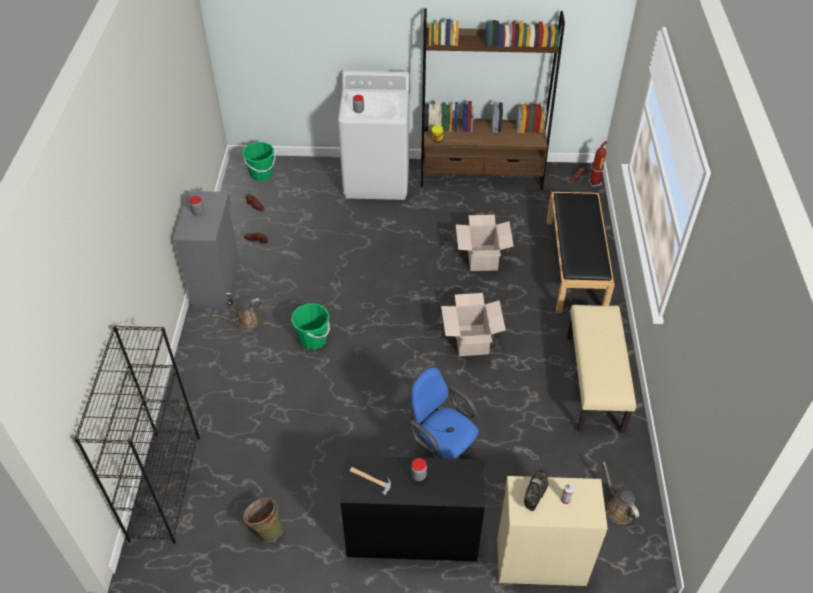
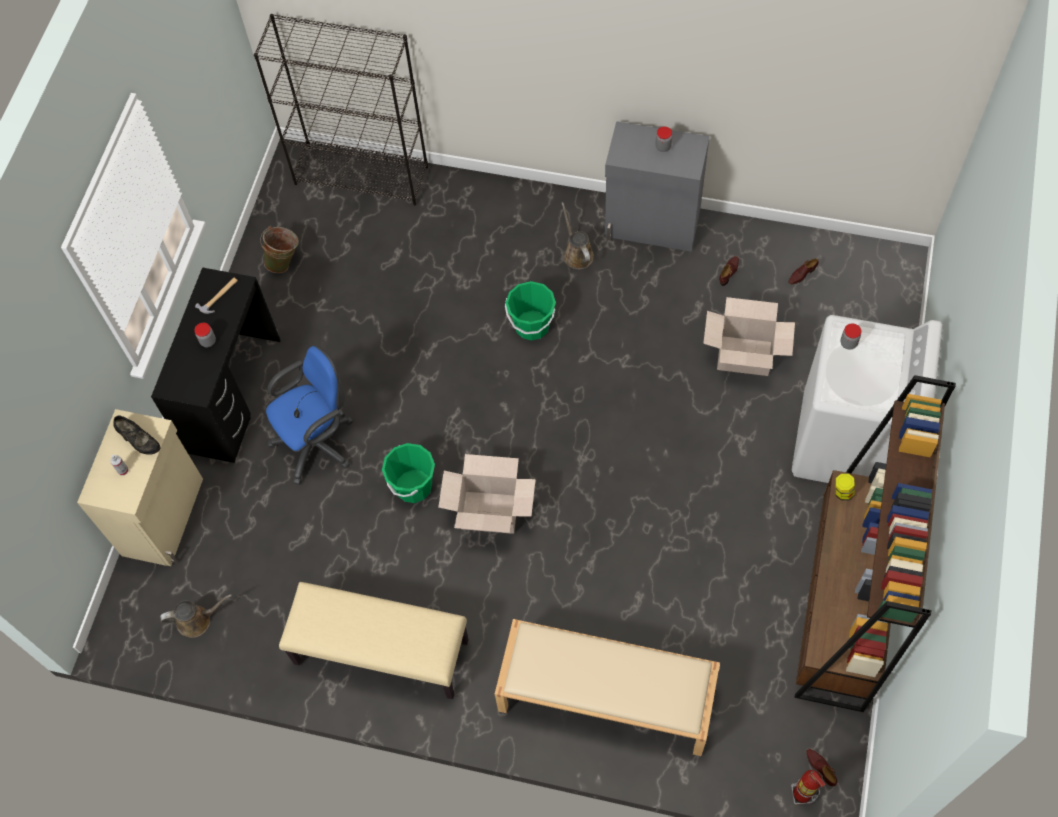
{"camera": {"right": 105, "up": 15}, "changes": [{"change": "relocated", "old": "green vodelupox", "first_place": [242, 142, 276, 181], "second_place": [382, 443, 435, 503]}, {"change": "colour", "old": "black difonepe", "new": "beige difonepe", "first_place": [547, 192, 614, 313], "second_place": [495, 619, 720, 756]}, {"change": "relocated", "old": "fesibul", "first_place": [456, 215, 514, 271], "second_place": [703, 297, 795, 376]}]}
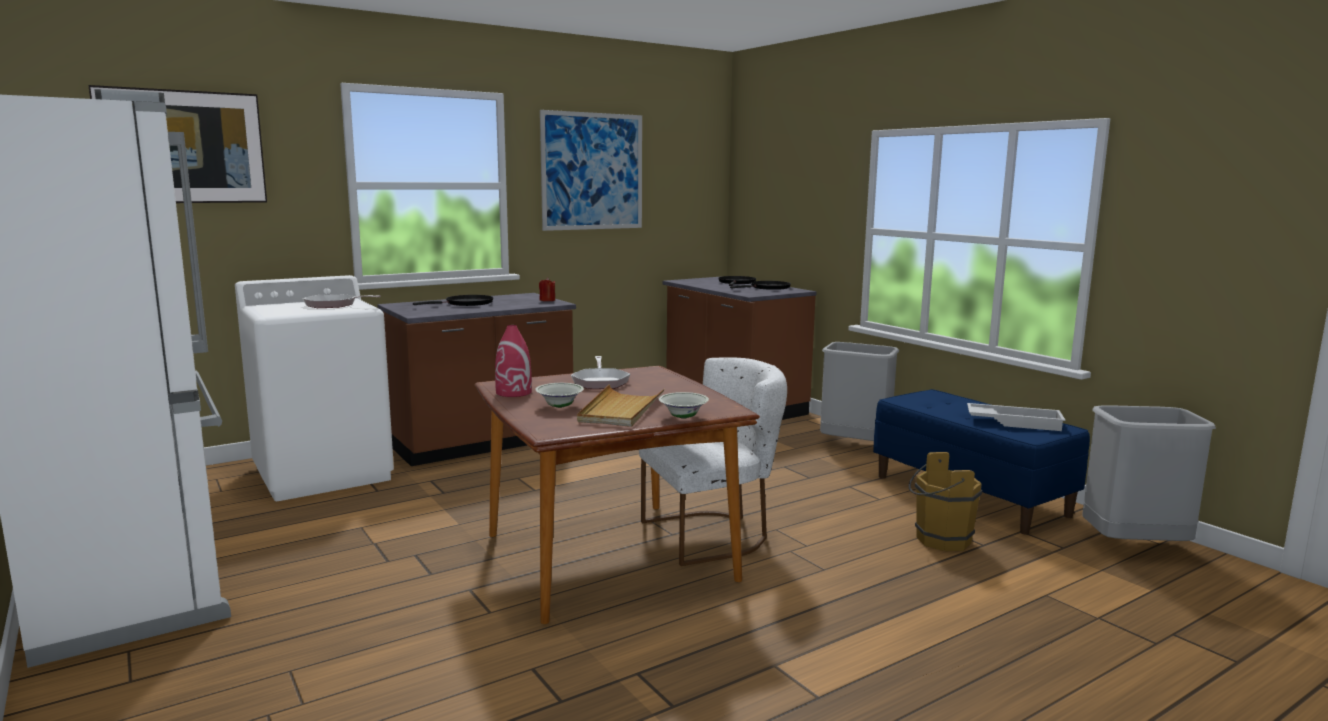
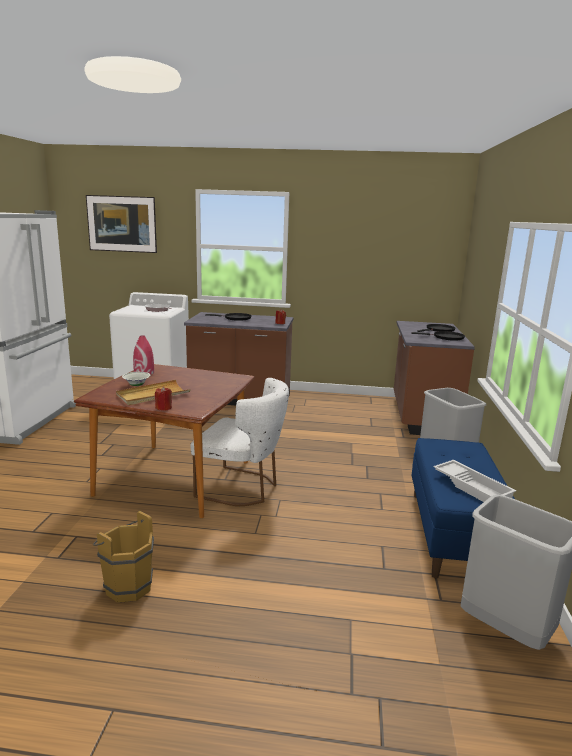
{"camera": {"right": 40, "up": 5}, "changes": [{"change": "missing", "old": "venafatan", "first_place": [540, 110, 642, 231]}, {"change": "missing", "old": "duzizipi", "first_place": [571, 356, 630, 389]}, {"change": "exchanged", "old": "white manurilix", "new": "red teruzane", "first_place": [659, 392, 709, 419], "second_place": [155, 386, 172, 411]}, {"change": "relocated", "old": "brown vodelupox", "first_place": [909, 452, 982, 551], "second_place": [93, 511, 154, 603]}]}
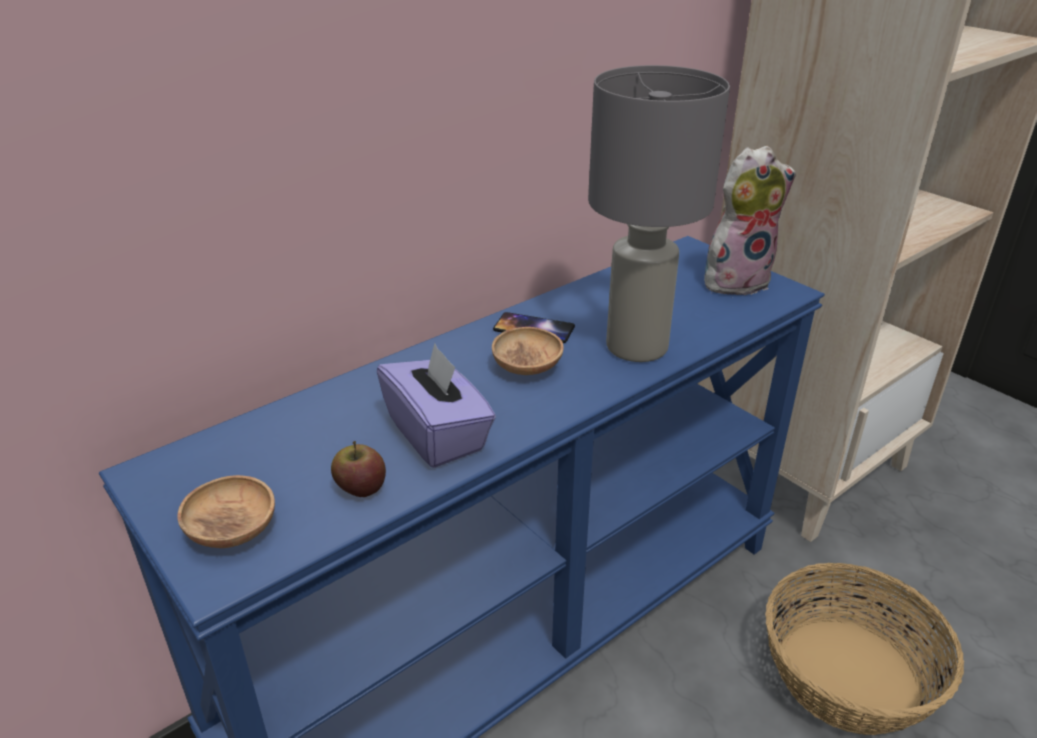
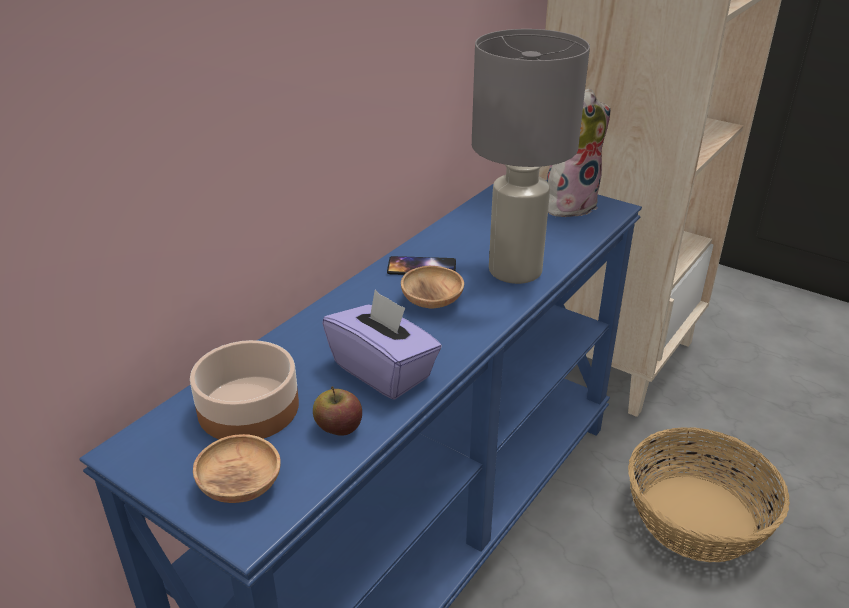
{"camera": {"right": -15, "up": 0}, "changes": [{"change": "appeared", "new": "manurilix", "second_place": [190, 340, 299, 439]}]}
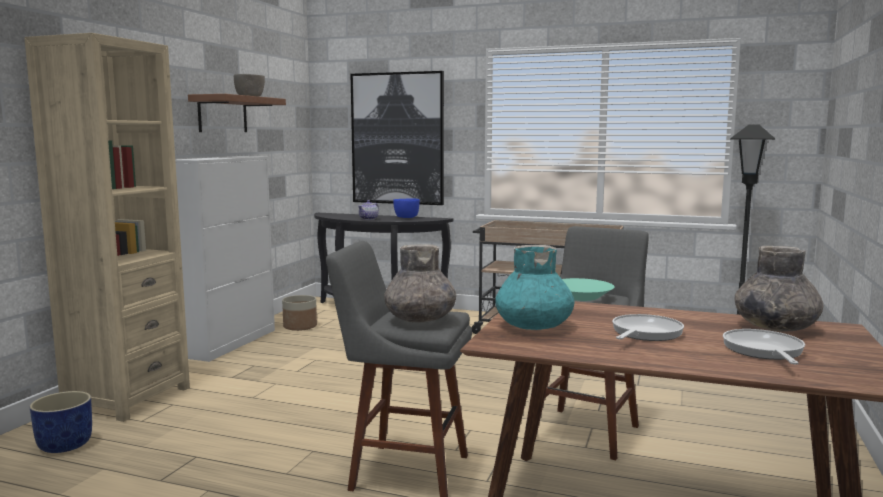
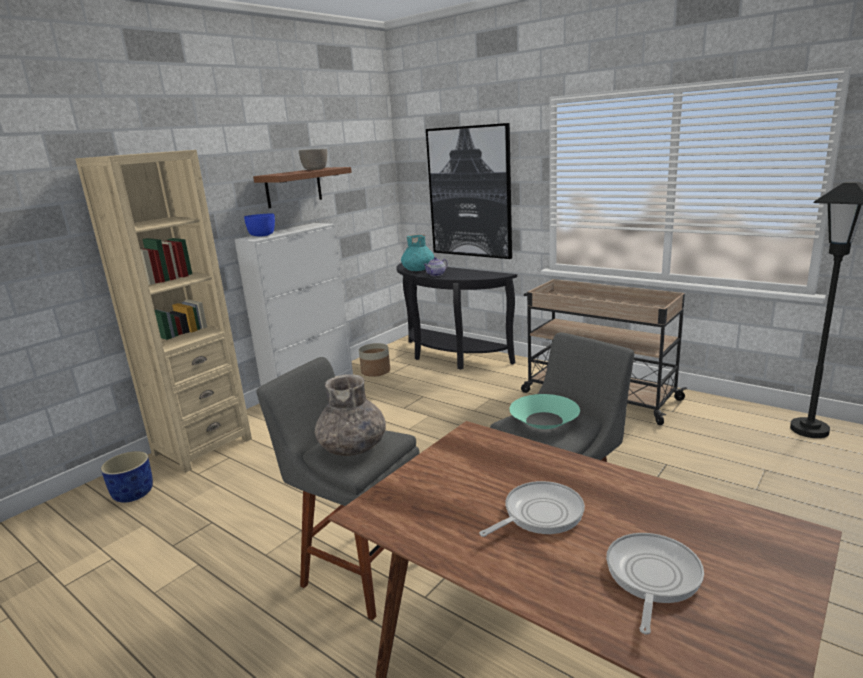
{"camera": {"right": 20, "up": 10}, "changes": [{"change": "relocated", "old": "blue manurilix", "first_place": [393, 199, 420, 218], "second_place": [244, 214, 275, 236]}, {"change": "relocated", "old": "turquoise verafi", "first_place": [495, 245, 575, 330], "second_place": [401, 234, 434, 271]}, {"change": "missing", "old": "grey verafi", "first_place": [734, 246, 823, 332]}]}
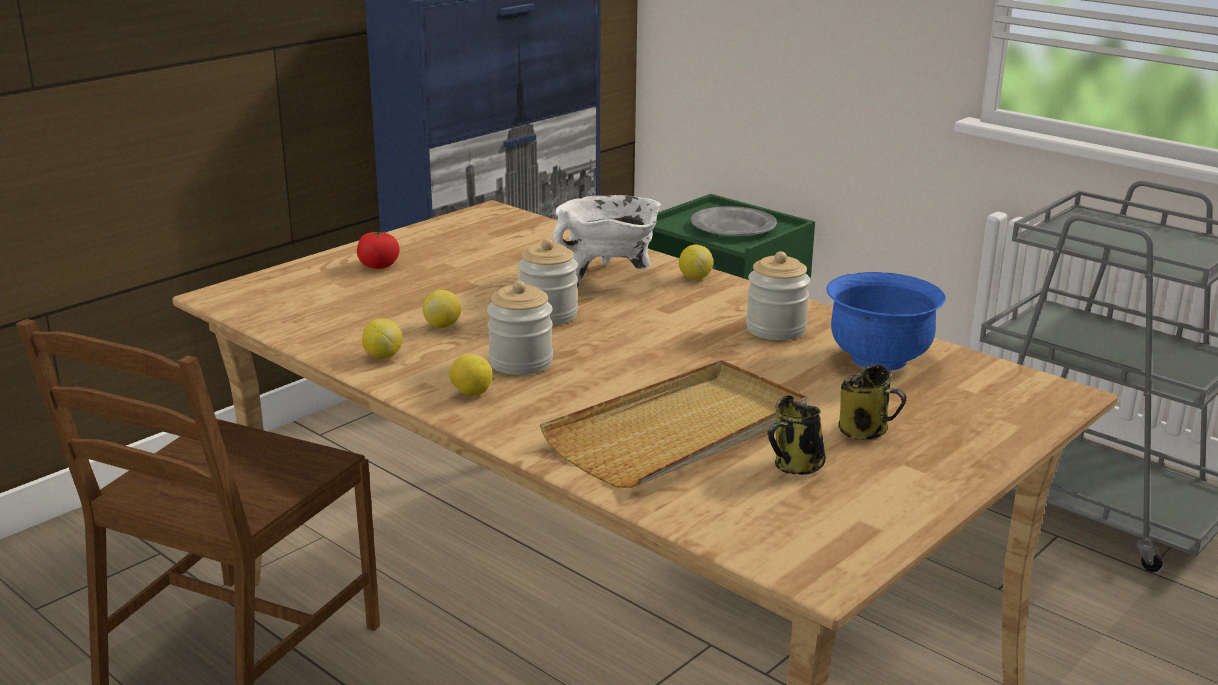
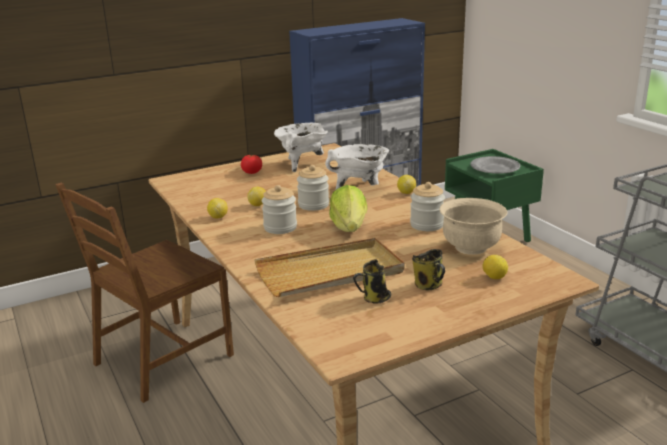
{"camera": {"right": 20, "up": 0}, "changes": [{"change": "colour", "old": "blue manurilix", "new": "beige manurilix", "first_place": [826, 272, 946, 371], "second_place": [440, 198, 508, 255]}, {"change": "relocated", "old": "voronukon", "first_place": [449, 354, 493, 396], "second_place": [483, 255, 508, 279]}, {"change": "appeared", "new": "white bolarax", "second_place": [274, 123, 328, 172]}, {"change": "appeared", "new": "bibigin", "second_place": [329, 185, 367, 232]}]}
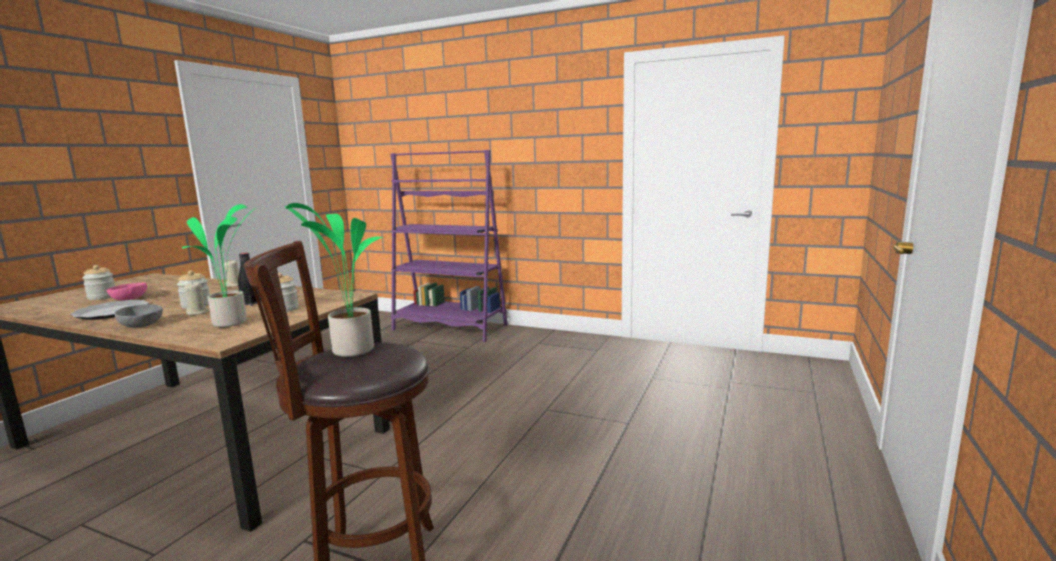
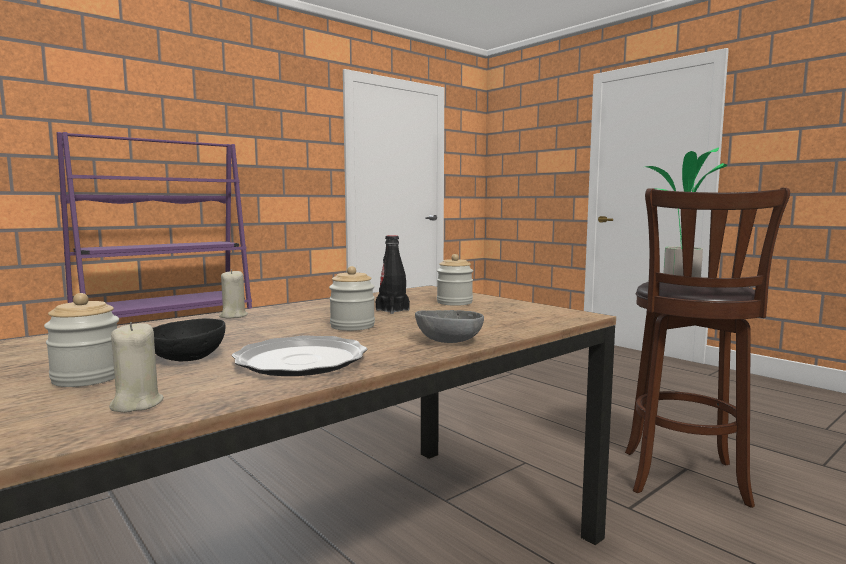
{"camera": {"right": -65, "up": -5}, "changes": [{"change": "missing", "old": "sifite", "first_place": [182, 204, 256, 327]}, {"change": "colour", "old": "pink manurilix", "new": "black manurilix", "first_place": [107, 282, 147, 301], "second_place": [153, 318, 226, 361]}, {"change": "relocated", "old": "beige teruzane", "first_place": [184, 282, 209, 315], "second_place": [109, 322, 164, 413]}]}
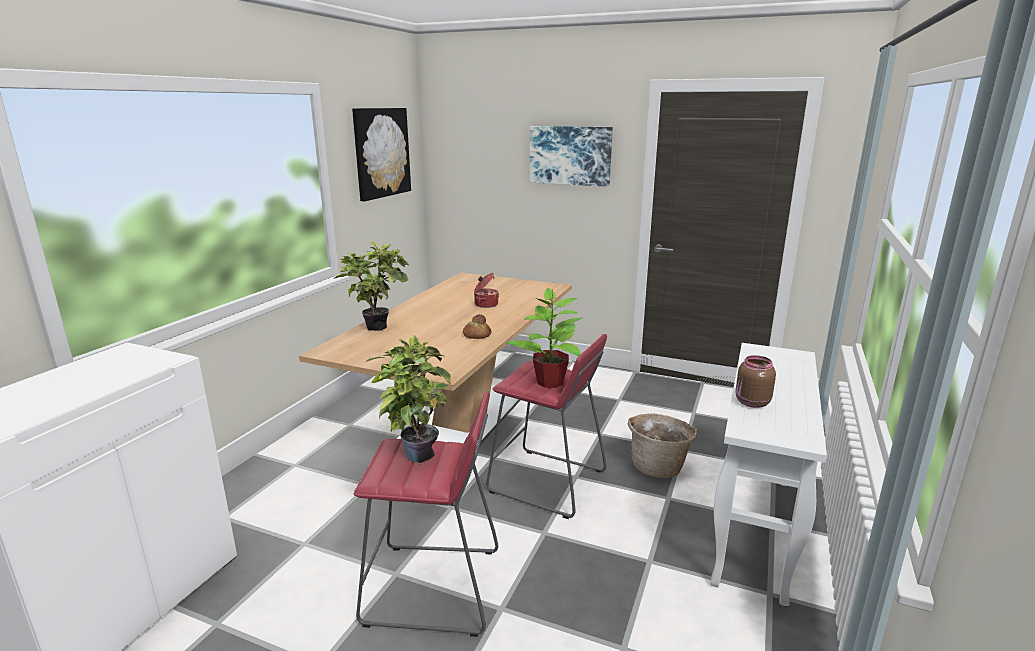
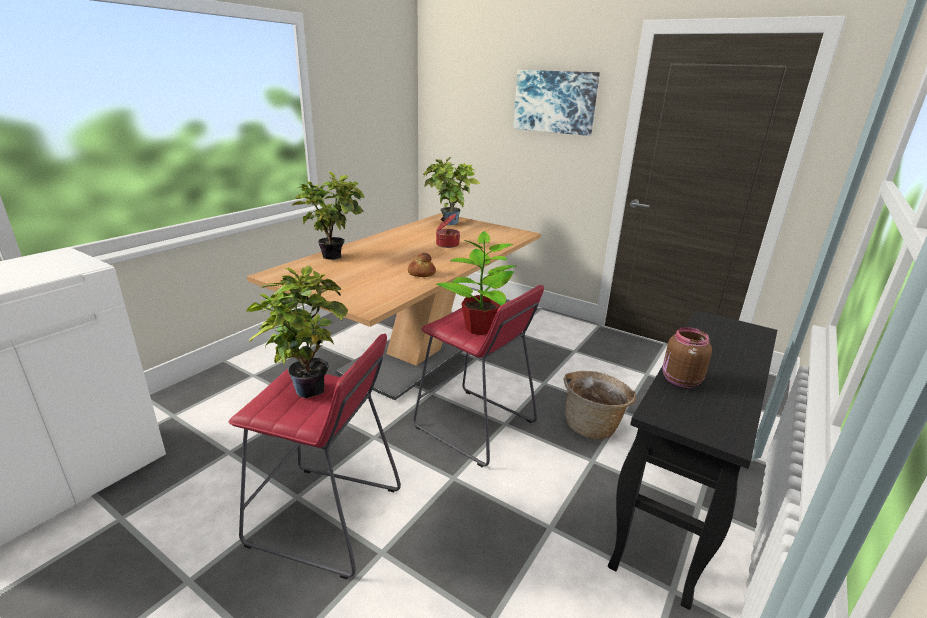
{"camera": {"right": 10, "up": 5}, "changes": [{"change": "missing", "old": "venafatan", "first_place": [352, 108, 411, 201]}, {"change": "colour", "old": "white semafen", "new": "black semafen", "first_place": [710, 343, 827, 606], "second_place": [608, 310, 777, 610]}, {"change": "appeared", "new": "sifite", "second_place": [423, 157, 480, 225]}]}
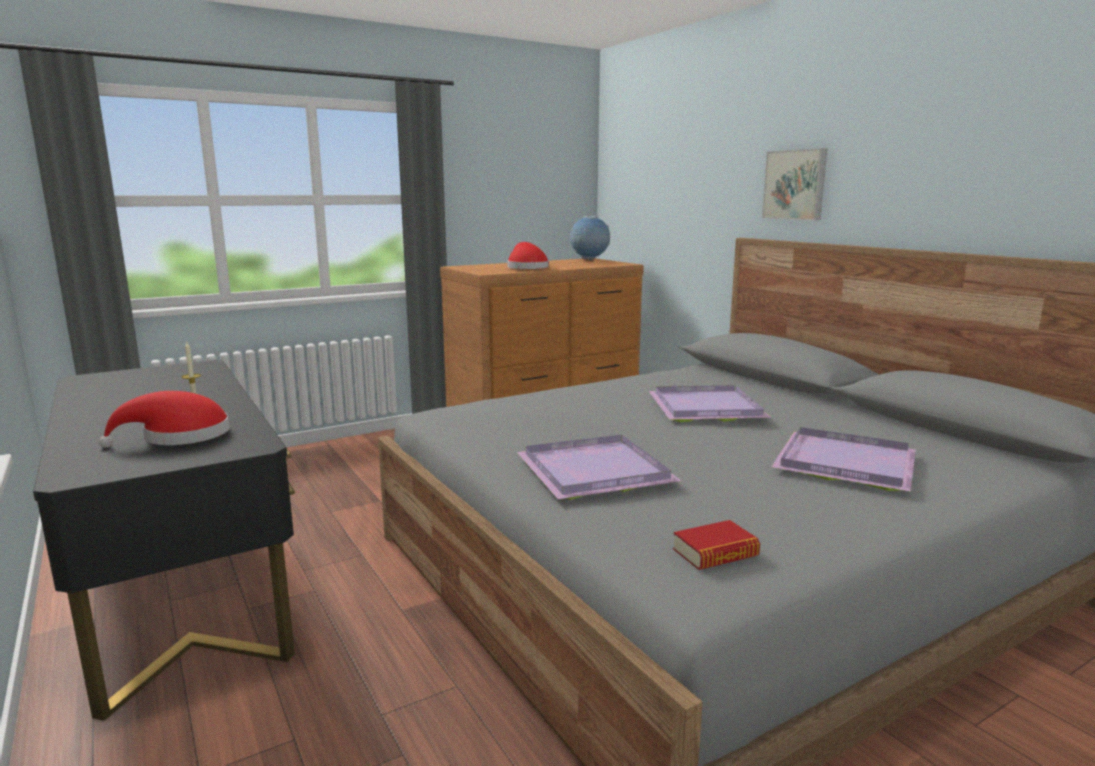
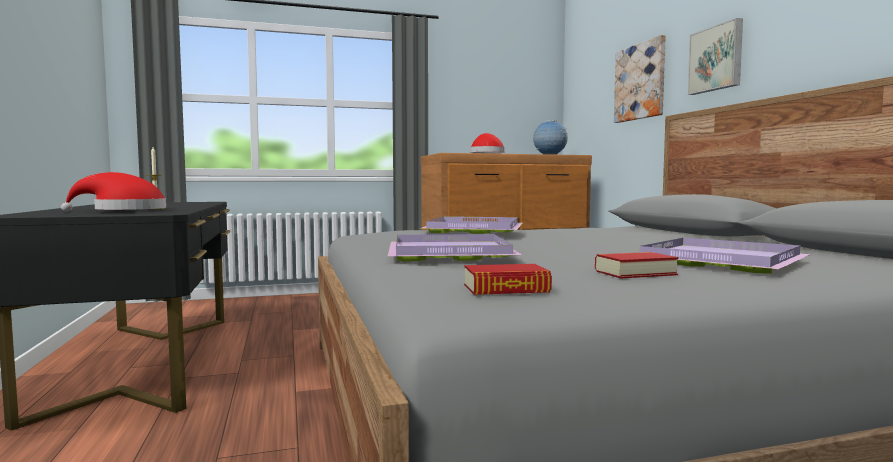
{"camera": {"right": 15, "up": -10}, "changes": [{"change": "relocated", "old": "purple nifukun", "first_place": [649, 385, 772, 422], "second_place": [421, 216, 523, 234]}, {"change": "appeared", "new": "venafatan", "second_place": [614, 35, 666, 123]}, {"change": "appeared", "new": "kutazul", "second_place": [595, 252, 679, 278]}]}
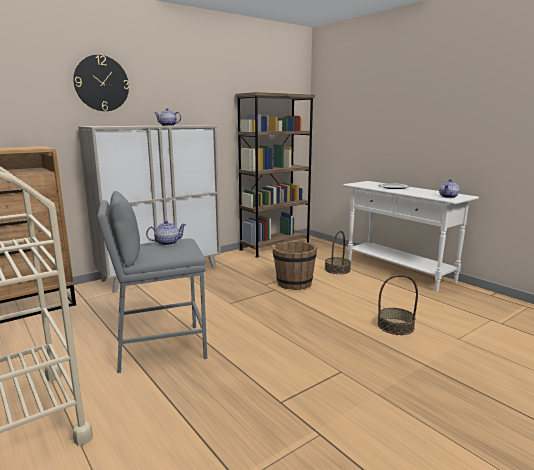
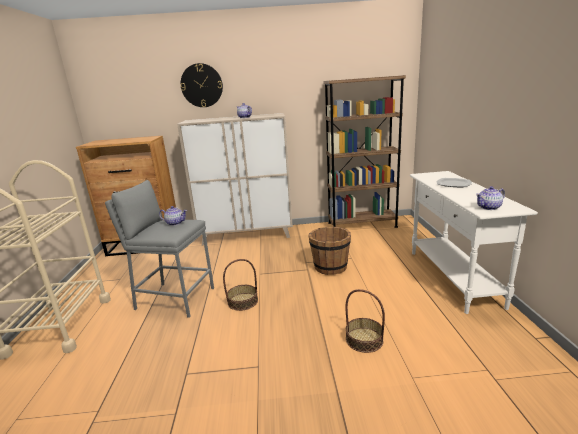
{"camera": {"right": 35, "up": 5}, "changes": [{"change": "relocated", "old": "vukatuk", "first_place": [325, 231, 351, 274], "second_place": [223, 259, 258, 311]}]}
